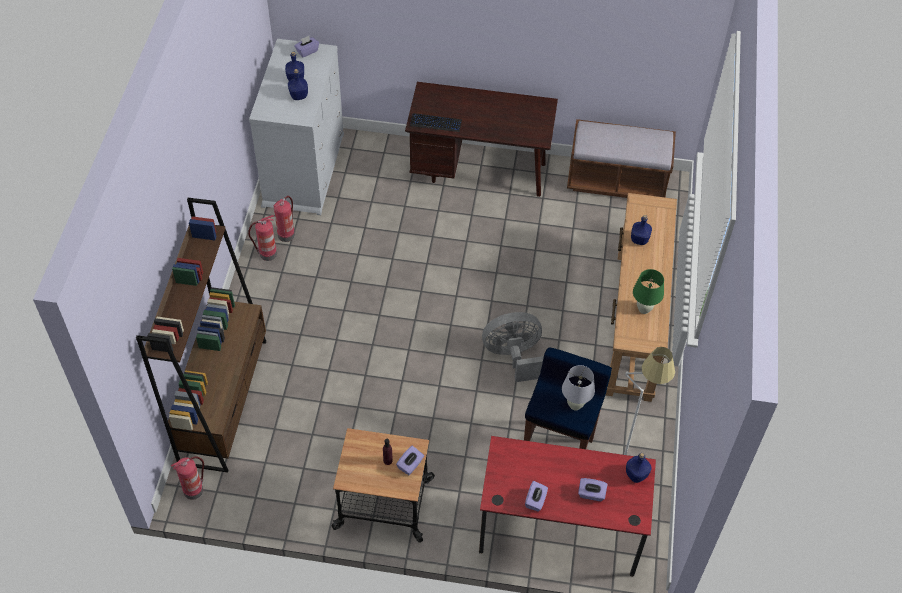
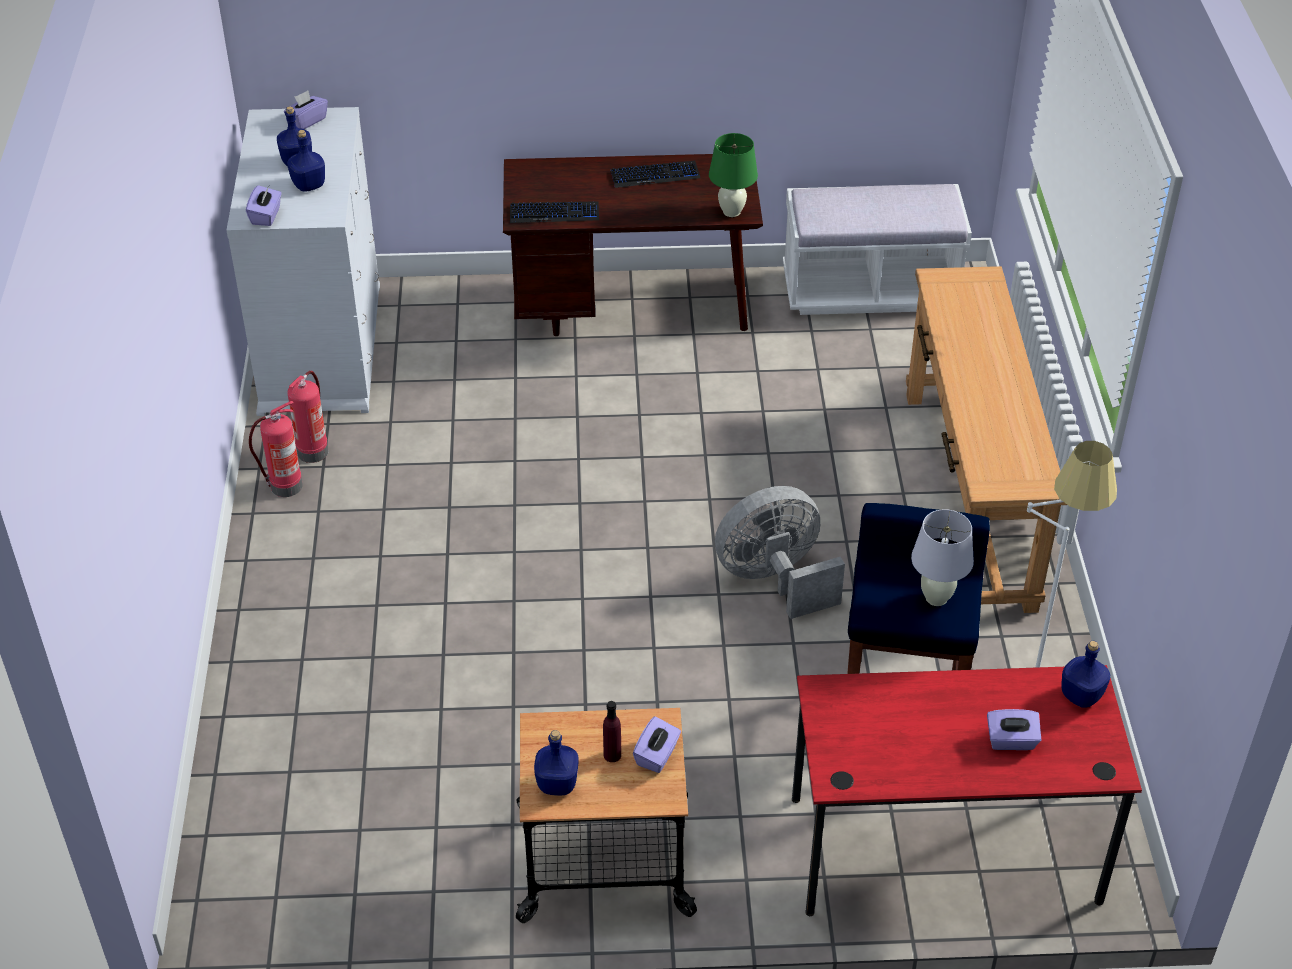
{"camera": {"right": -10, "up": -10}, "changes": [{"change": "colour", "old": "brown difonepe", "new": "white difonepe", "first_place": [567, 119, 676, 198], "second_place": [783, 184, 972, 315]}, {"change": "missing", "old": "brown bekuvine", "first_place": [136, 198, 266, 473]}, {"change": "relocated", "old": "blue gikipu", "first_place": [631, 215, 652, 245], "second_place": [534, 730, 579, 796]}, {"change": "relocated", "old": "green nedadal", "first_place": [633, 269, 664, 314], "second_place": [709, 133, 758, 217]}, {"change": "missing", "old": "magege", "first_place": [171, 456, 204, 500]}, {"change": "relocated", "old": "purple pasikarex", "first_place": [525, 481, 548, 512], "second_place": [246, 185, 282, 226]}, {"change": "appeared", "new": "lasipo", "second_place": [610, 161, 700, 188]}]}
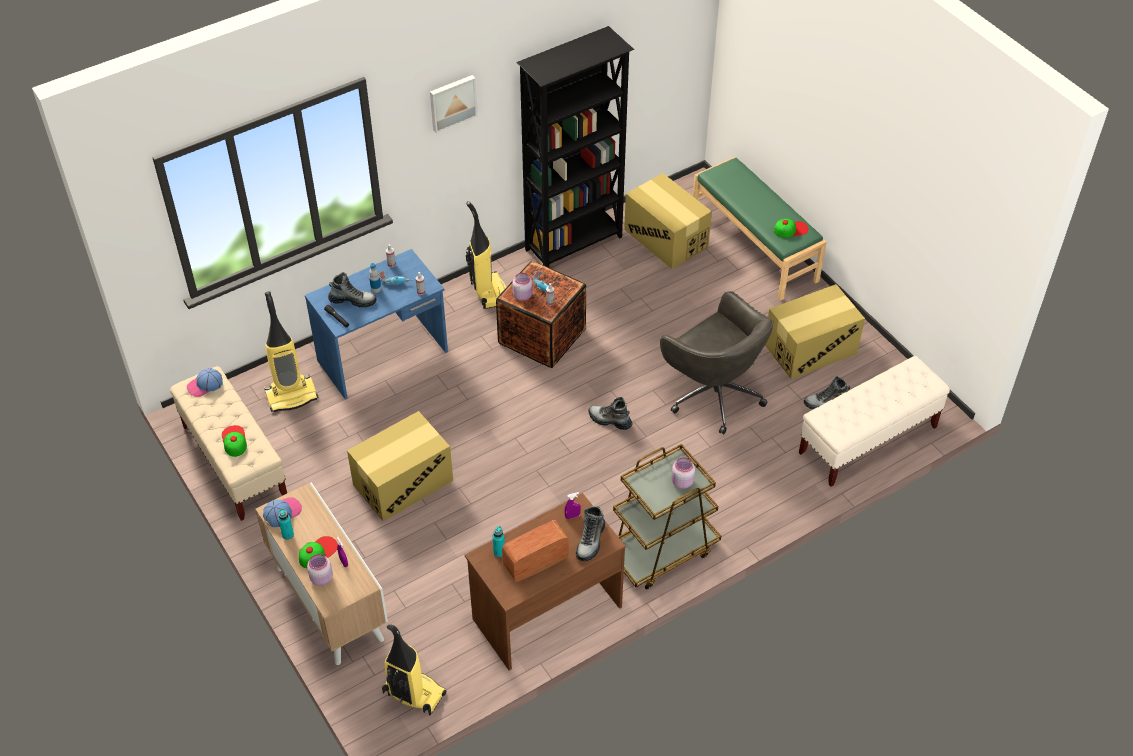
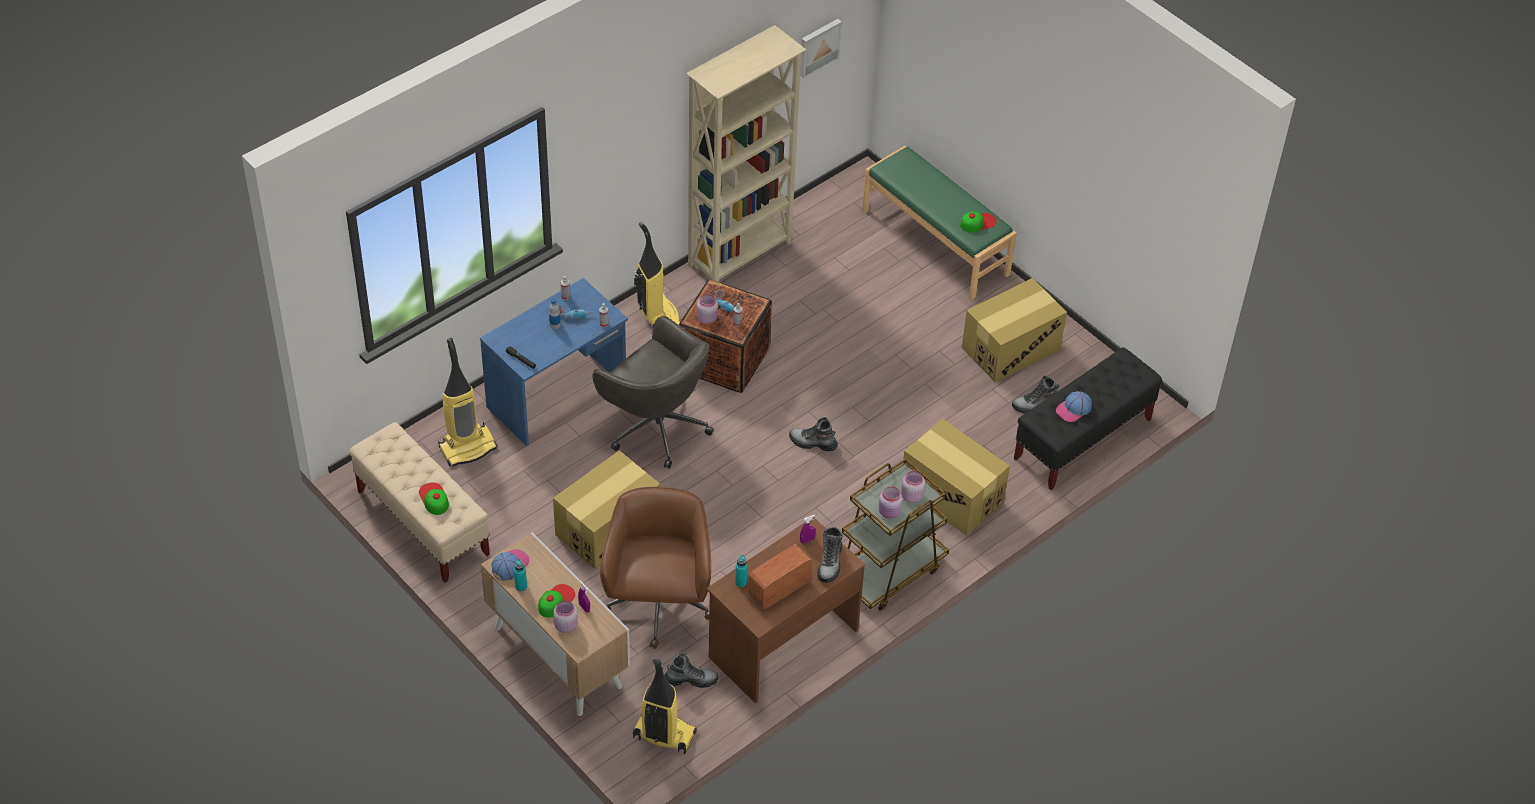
{"camera": {"right": -10, "up": 0}, "changes": [{"change": "colour", "old": "black bekuvine", "new": "beige bekuvine", "first_place": [516, 26, 634, 267], "second_place": [686, 25, 806, 282]}, {"change": "relocated", "old": "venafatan", "first_place": [430, 75, 478, 133], "second_place": [800, 19, 842, 79]}, {"change": "relocated", "old": "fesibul", "first_place": [624, 173, 712, 269], "second_place": [903, 419, 1010, 536]}, {"change": "relocated", "old": "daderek", "first_place": [328, 272, 376, 307], "second_place": [664, 653, 718, 688]}, {"change": "relocated", "old": "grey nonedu", "first_place": [660, 291, 774, 435], "second_place": [592, 316, 714, 469]}, {"change": "colour", "old": "beige difonepe", "new": "black difonepe", "first_place": [799, 356, 950, 487], "second_place": [1014, 347, 1162, 490]}, {"change": "relocated", "old": "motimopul", "first_place": [186, 368, 223, 397], "second_place": [1056, 391, 1092, 422]}, {"change": "appeared", "new": "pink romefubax", "second_place": [878, 486, 902, 518]}, {"change": "appeared", "new": "brown nonedu", "second_place": [600, 487, 711, 649]}]}
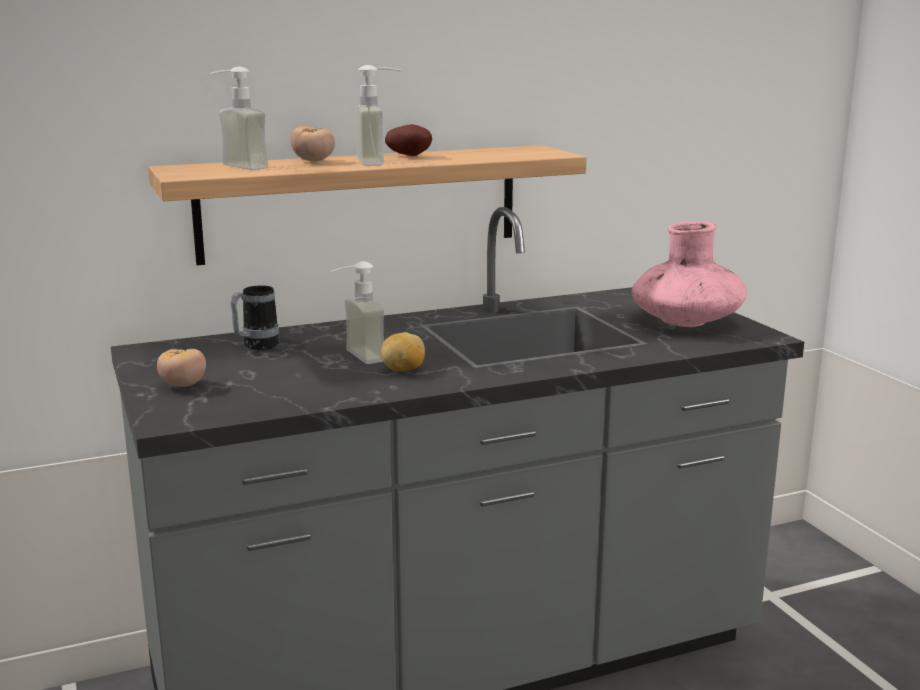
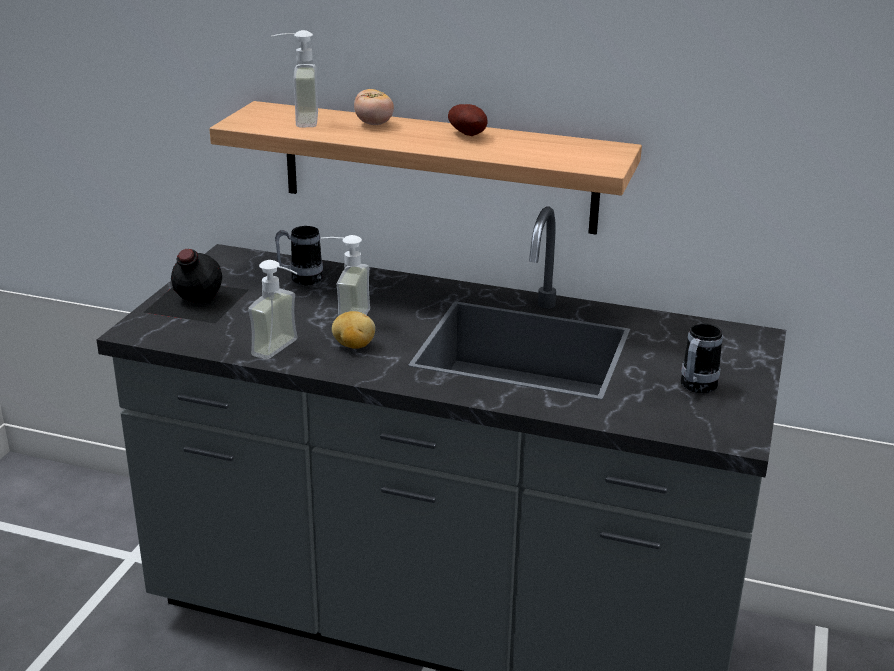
{"camera": {"right": 40, "up": 10}, "changes": [{"change": "relocated", "old": "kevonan", "first_place": [356, 65, 401, 166], "second_place": [248, 260, 298, 360]}, {"change": "exchanged", "old": "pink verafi", "new": "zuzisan", "first_place": [632, 221, 747, 327], "second_place": [681, 323, 723, 393]}, {"change": "exchanged", "old": "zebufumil", "new": "black gikipu", "first_place": [157, 349, 206, 387], "second_place": [143, 249, 249, 323]}]}
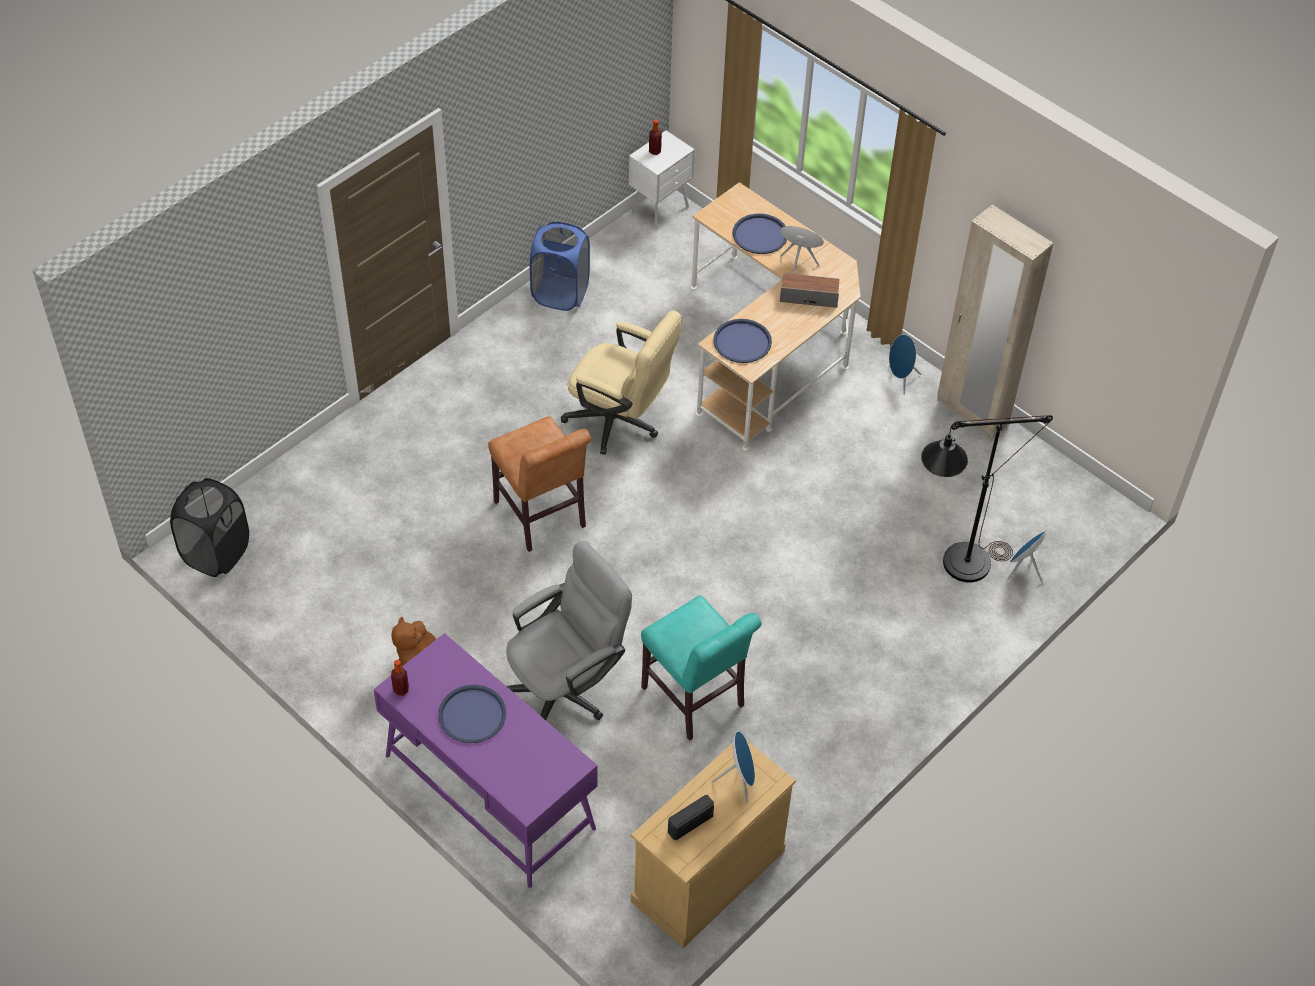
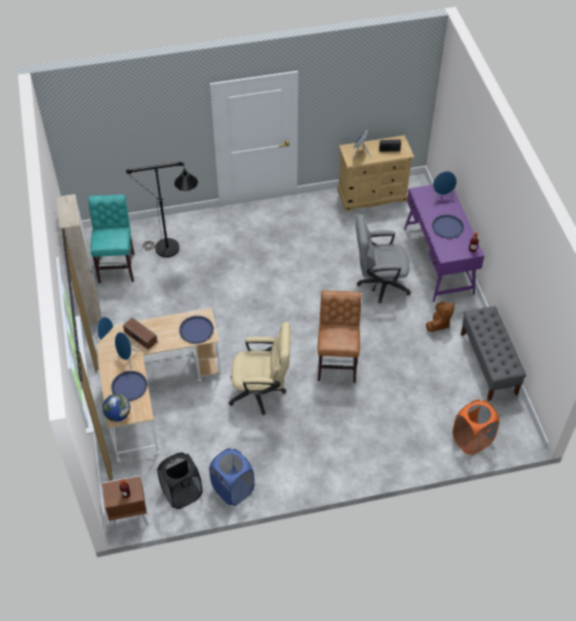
{"camera": {"right": -145, "up": 0}, "changes": [{"change": "colour", "old": "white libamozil", "new": "brown libamozil", "first_place": [629, 130, 695, 230], "second_place": [102, 475, 148, 532]}, {"change": "spun", "old": "beige nonedu", "first_place": [561, 311, 682, 455], "second_place": [229, 322, 291, 415], "degrees": 120}, {"change": "relocated", "old": "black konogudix", "first_place": [170, 478, 249, 577], "second_place": [157, 453, 202, 509]}, {"change": "relocated", "old": "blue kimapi", "first_place": [1007, 531, 1046, 584], "second_place": [432, 171, 457, 200]}, {"change": "relocated", "old": "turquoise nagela", "first_place": [641, 595, 761, 741], "second_place": [88, 195, 134, 284]}, {"change": "appeared", "new": "grey difonepe", "second_place": [461, 306, 526, 401]}, {"change": "appeared", "new": "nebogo", "second_place": [103, 394, 130, 422]}, {"change": "appeared", "new": "orange konogudix", "second_place": [453, 400, 499, 455]}]}
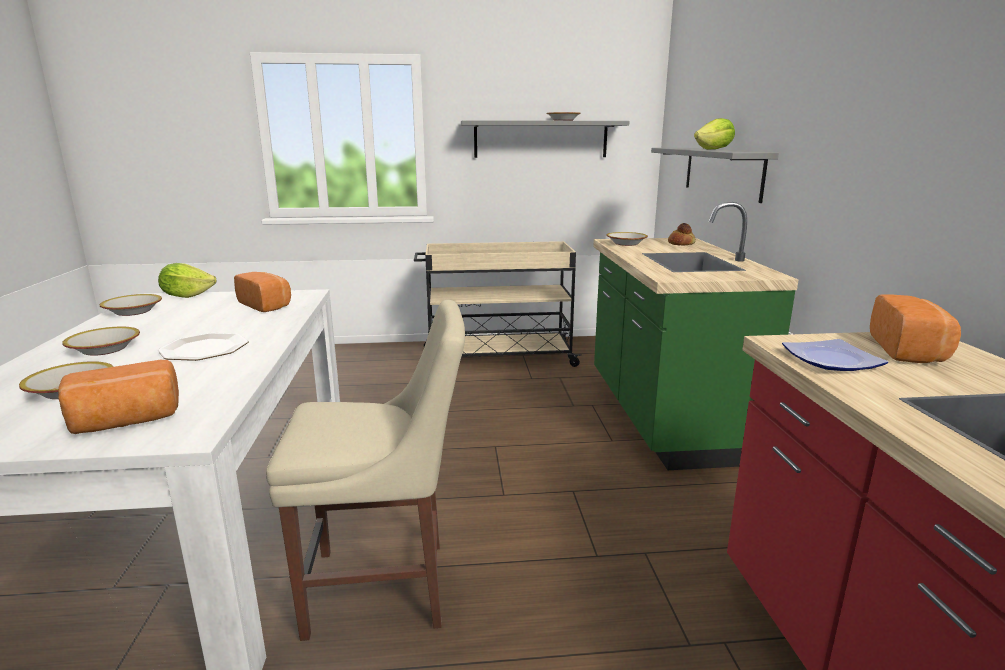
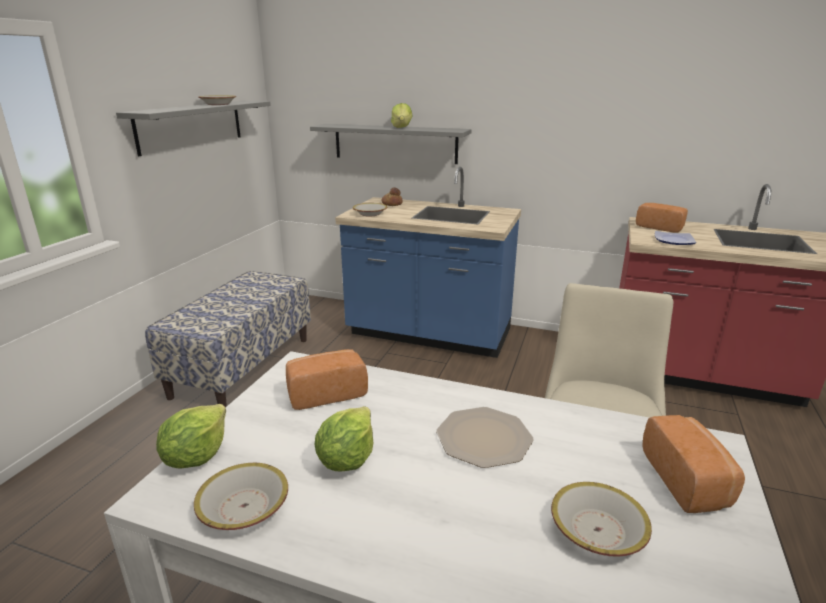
{"camera": {"right": -65, "up": 5}, "changes": [{"change": "colour", "old": "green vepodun", "new": "blue vepodun", "first_place": [593, 202, 798, 470], "second_place": [335, 167, 521, 358]}, {"change": "exchanged", "old": "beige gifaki", "new": "difonepe", "first_place": [414, 241, 582, 367], "second_place": [145, 271, 311, 407]}, {"change": "missing", "old": "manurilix", "first_place": [62, 327, 140, 356]}, {"change": "appeared", "new": "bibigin", "second_place": [314, 406, 373, 472]}]}
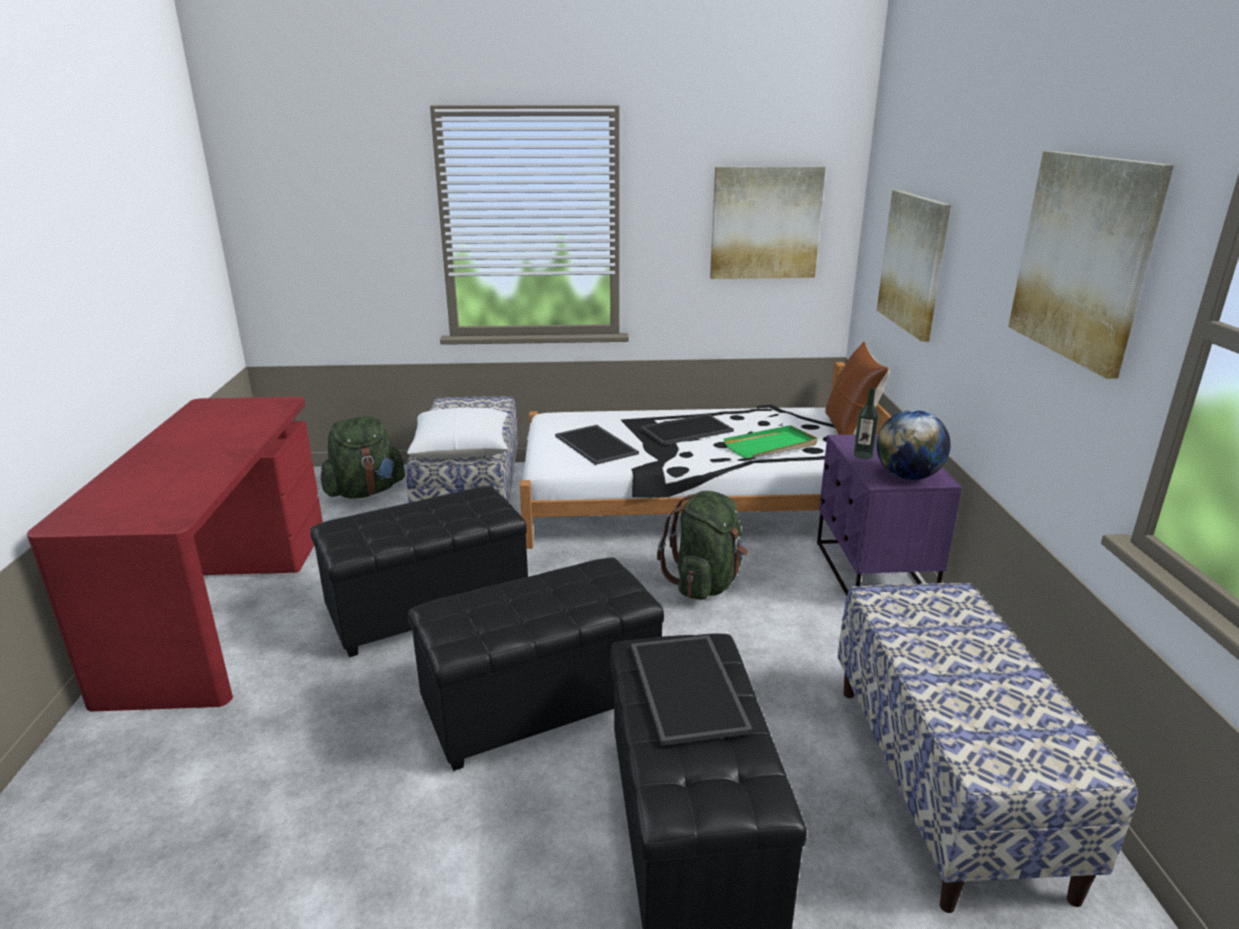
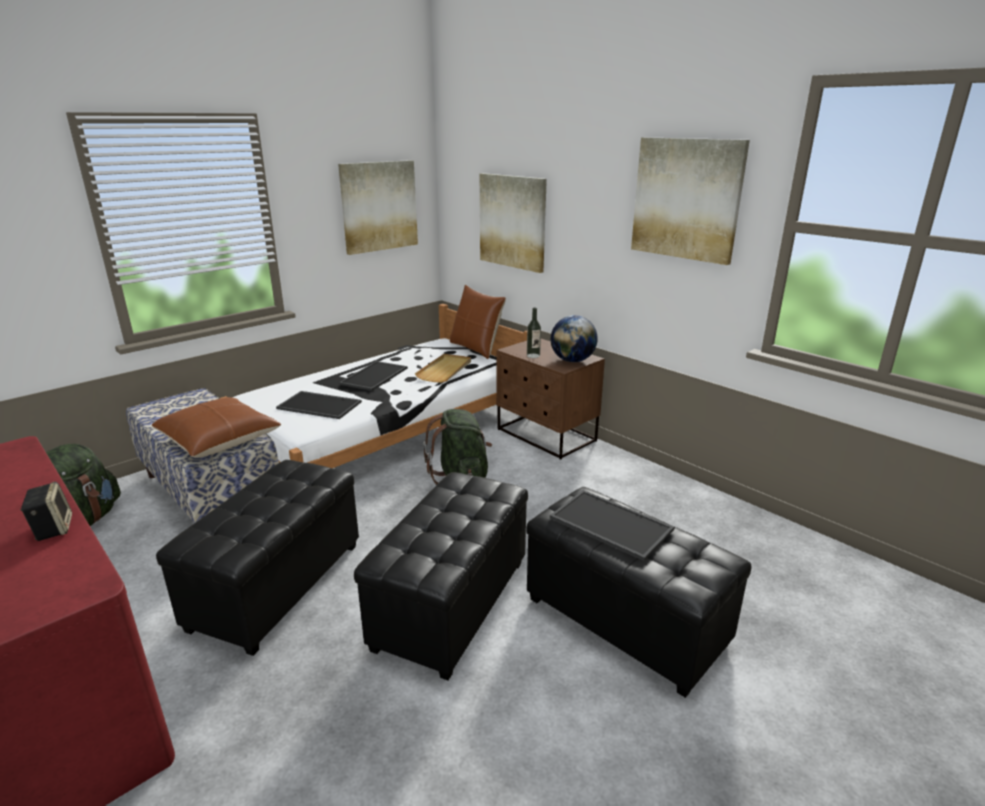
{"camera": {"right": -40, "up": 0}, "changes": [{"change": "colour", "old": "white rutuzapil", "new": "brown rutuzapil", "first_place": [407, 407, 508, 459], "second_place": [152, 397, 281, 458]}, {"change": "colour", "old": "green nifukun", "new": "beige nifukun", "first_place": [723, 425, 818, 459], "second_place": [415, 354, 471, 383]}, {"change": "colour", "old": "purple libamozil", "new": "brown libamozil", "first_place": [817, 434, 962, 596], "second_place": [496, 339, 605, 460]}, {"change": "missing", "old": "difonepe", "first_place": [837, 583, 1138, 913]}, {"change": "appeared", "new": "kimapi", "second_place": [20, 482, 72, 541]}]}
